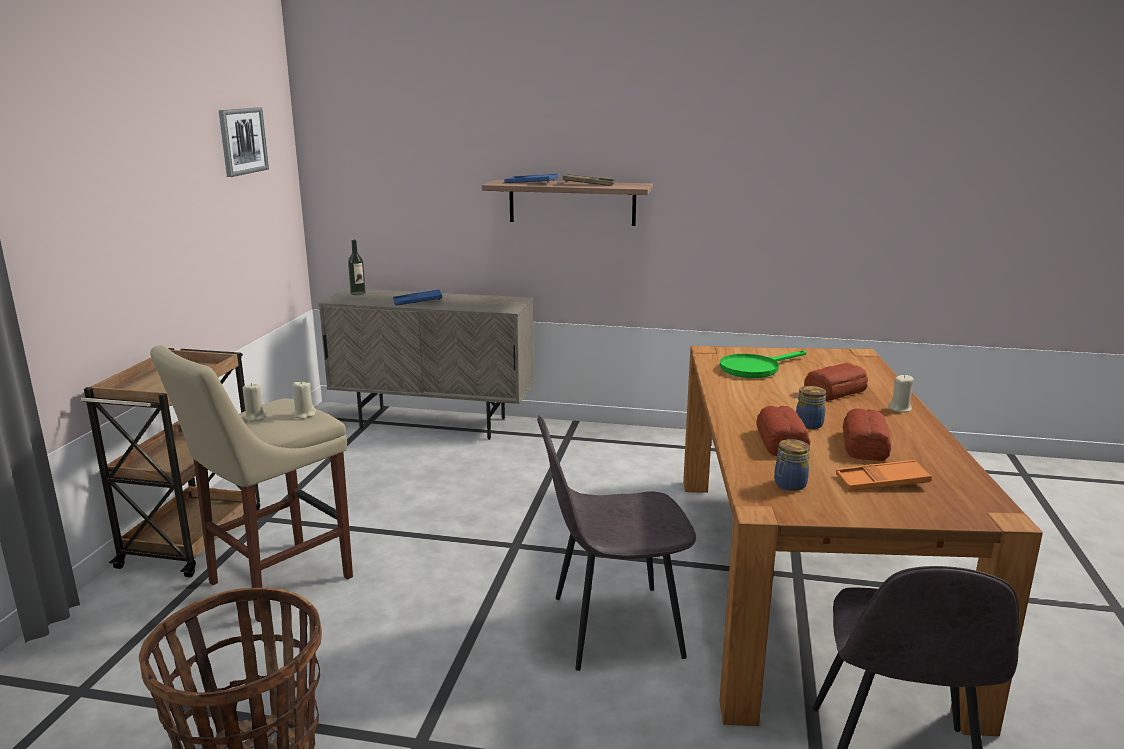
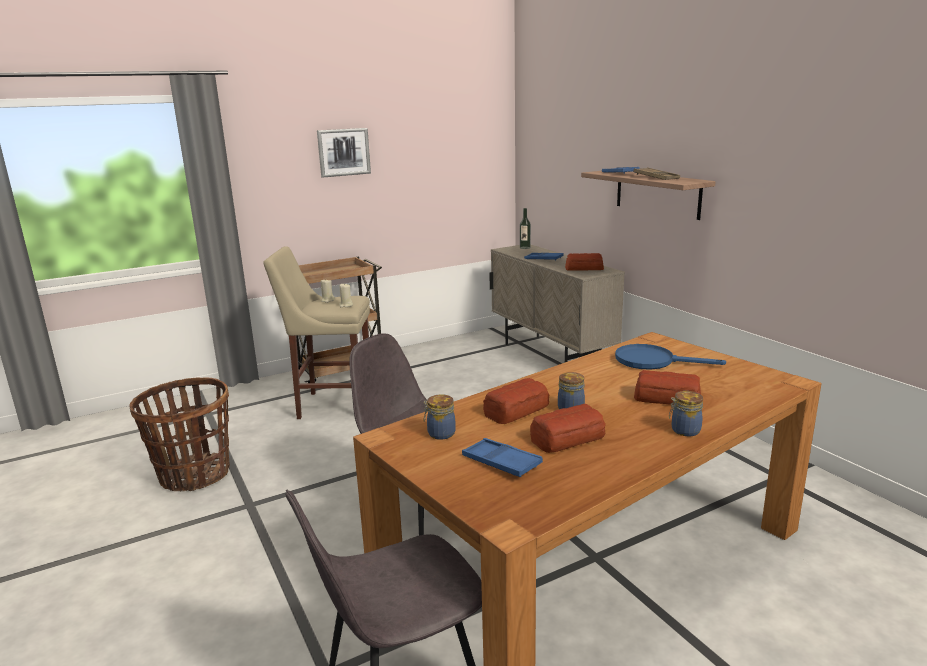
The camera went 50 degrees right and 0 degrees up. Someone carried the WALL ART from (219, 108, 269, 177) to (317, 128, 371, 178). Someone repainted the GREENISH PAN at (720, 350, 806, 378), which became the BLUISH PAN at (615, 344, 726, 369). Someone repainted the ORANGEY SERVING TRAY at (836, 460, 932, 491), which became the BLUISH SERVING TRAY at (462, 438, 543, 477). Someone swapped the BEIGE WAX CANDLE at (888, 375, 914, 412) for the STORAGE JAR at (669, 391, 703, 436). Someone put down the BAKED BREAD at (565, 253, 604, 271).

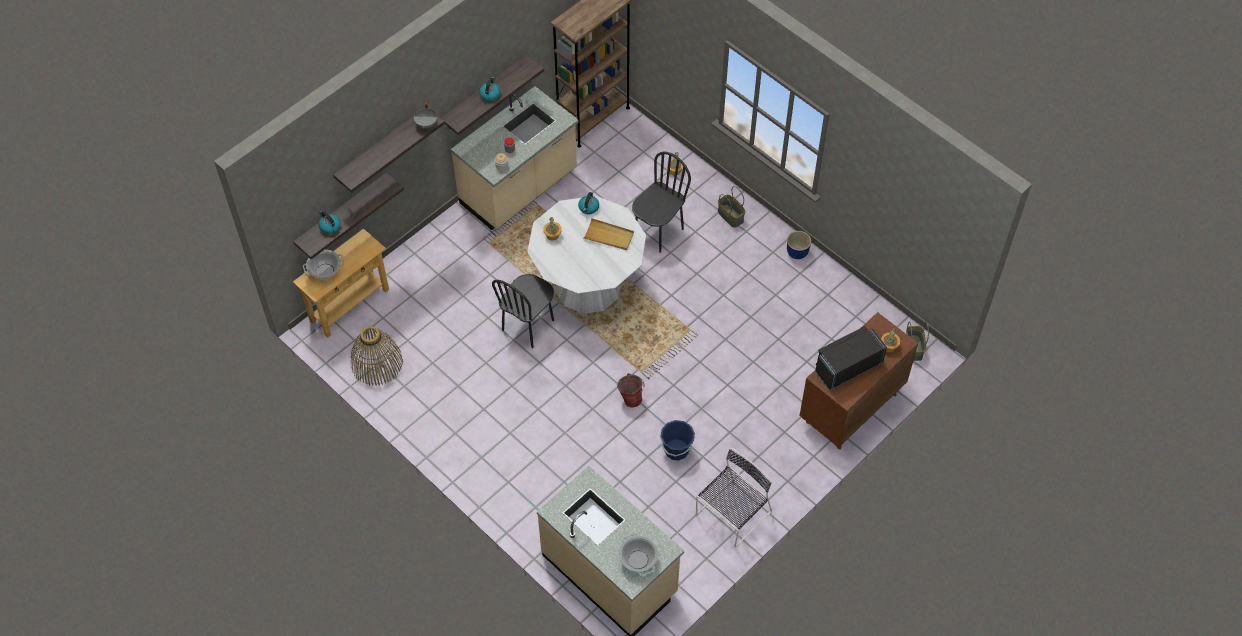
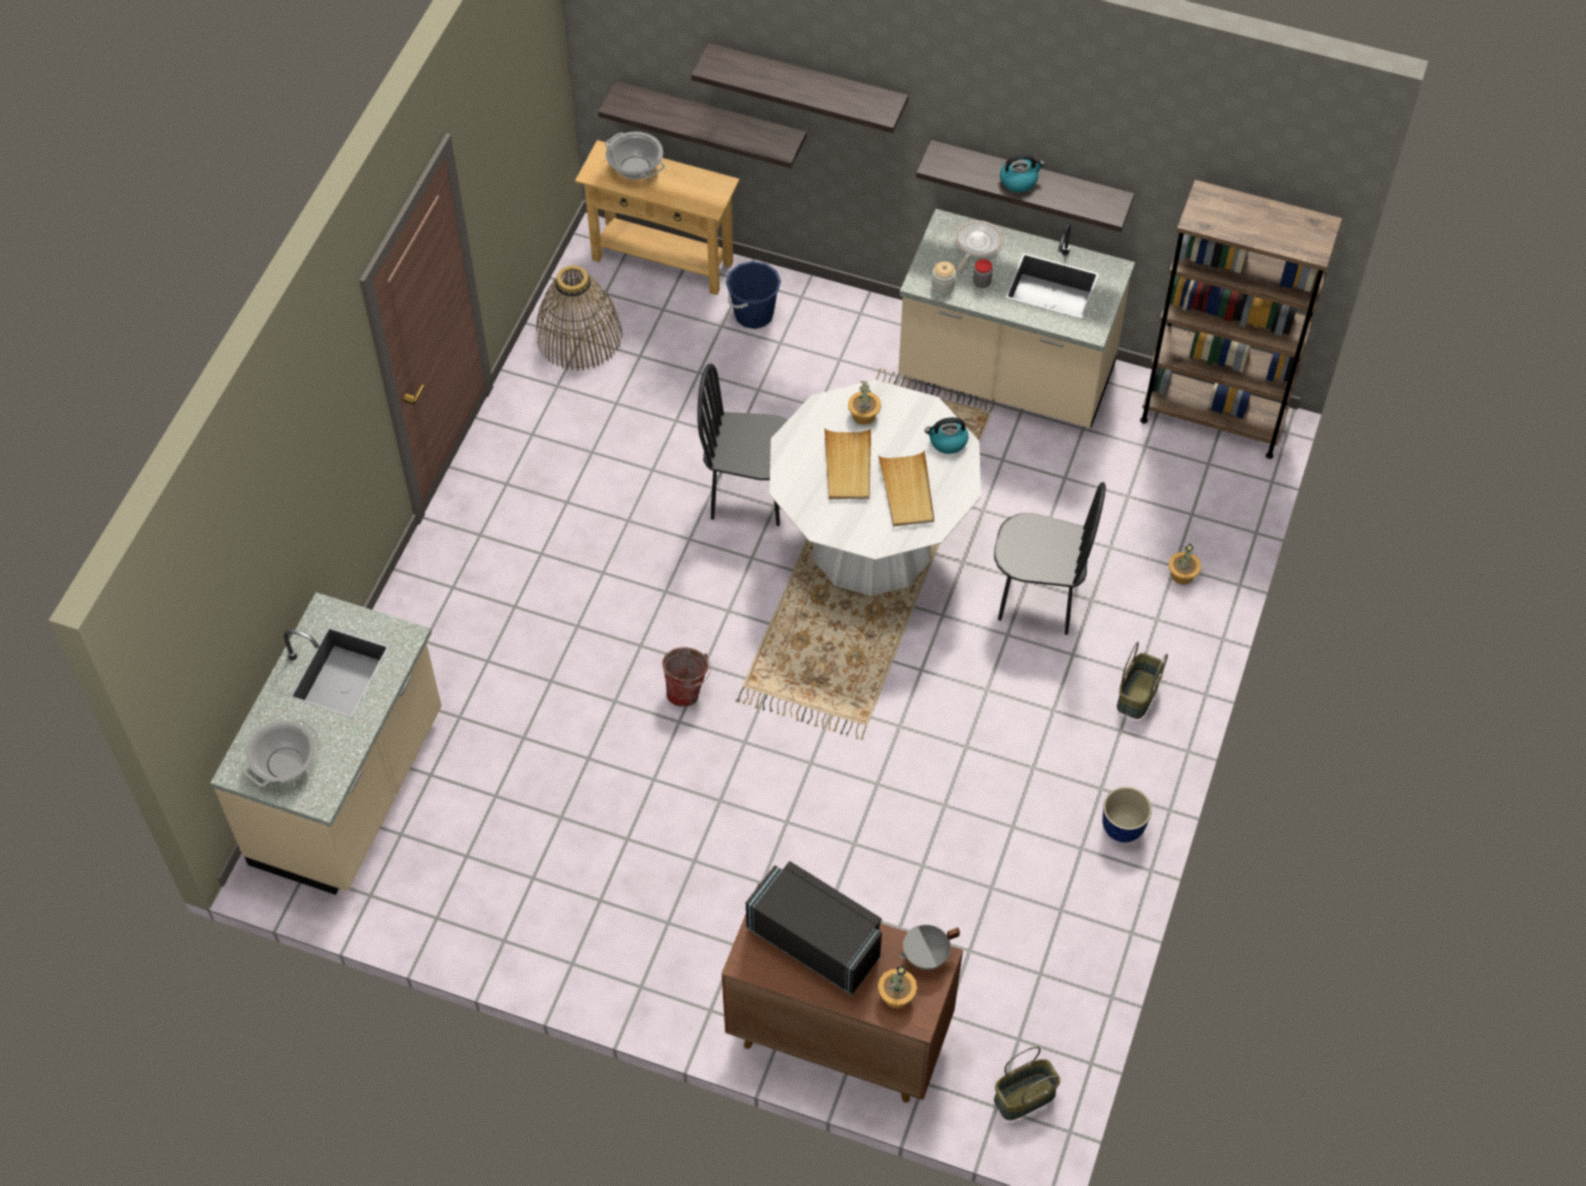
The camera went 65 degrees right and 0 degrees up. Someone took away the TEA KETTLE at (319, 211, 341, 234). Someone carried the GRAY STOCKPOT from (414, 100, 437, 129) to (899, 925, 960, 970). Someone carried the BLUISH PAIL from (660, 420, 695, 461) to (726, 261, 781, 329). Someone took away the BLACK-COLOURED CHAIR at (696, 448, 772, 547). Someone put down the BEIGE SERVING TRAY at (824, 428, 871, 499). Someone put down the PAN at (956, 220, 1002, 270).

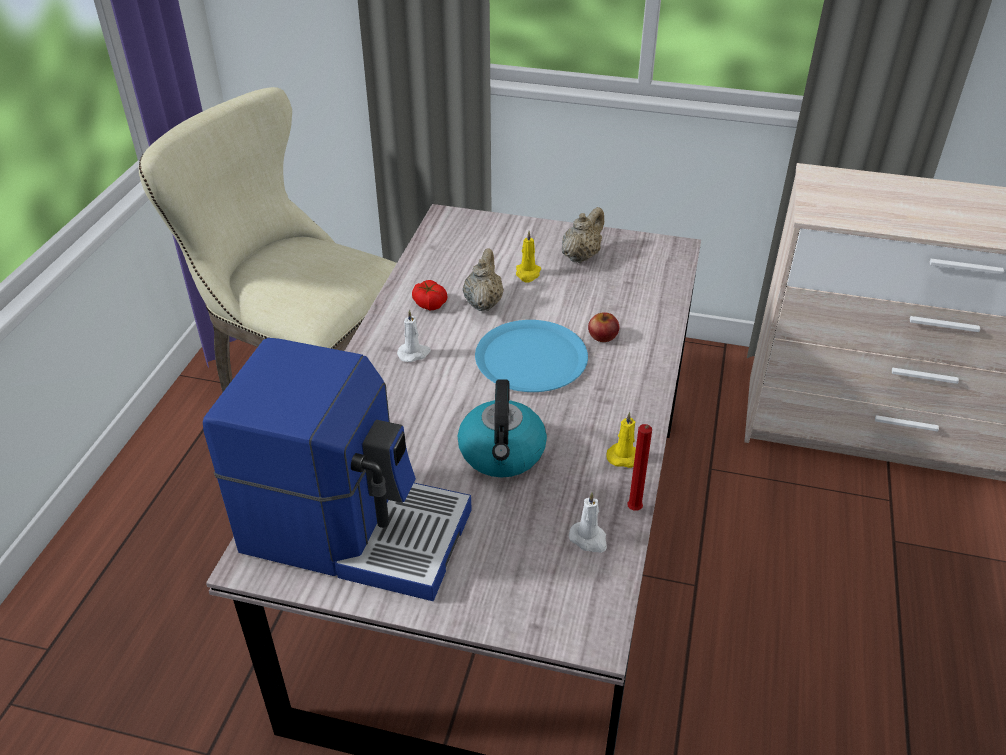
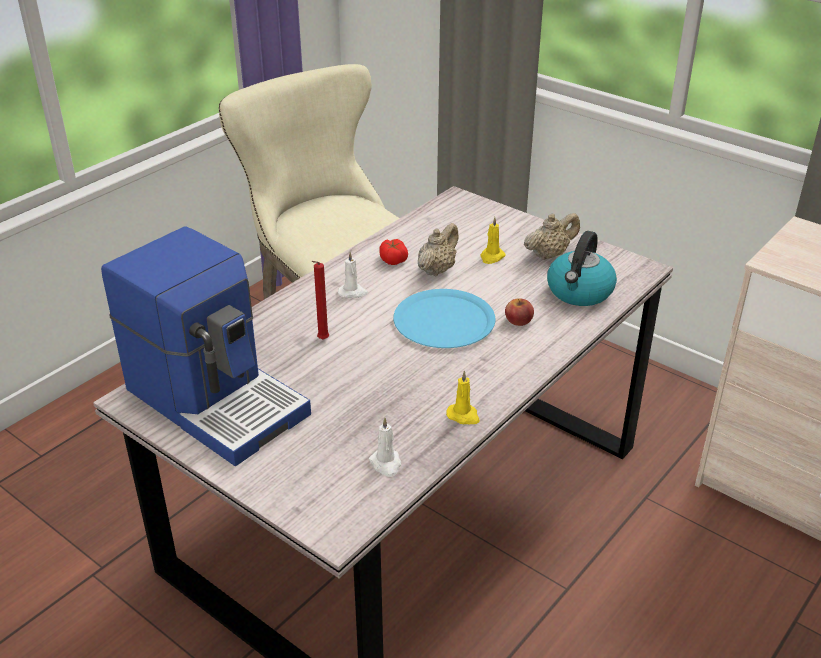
The camera went 25 degrees right and 5 degrees down. Someone carried the TEA KETTLE from (458, 379, 547, 477) to (547, 231, 617, 306). Someone carried the RED WAX CANDLE from (627, 424, 652, 511) to (311, 261, 329, 340).

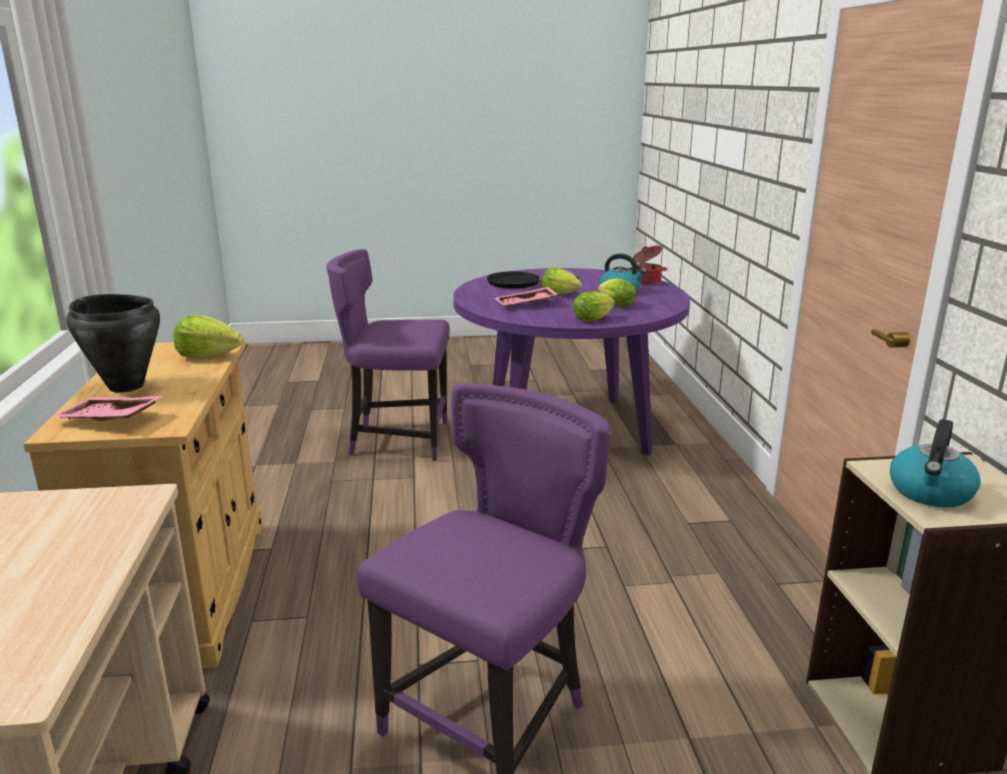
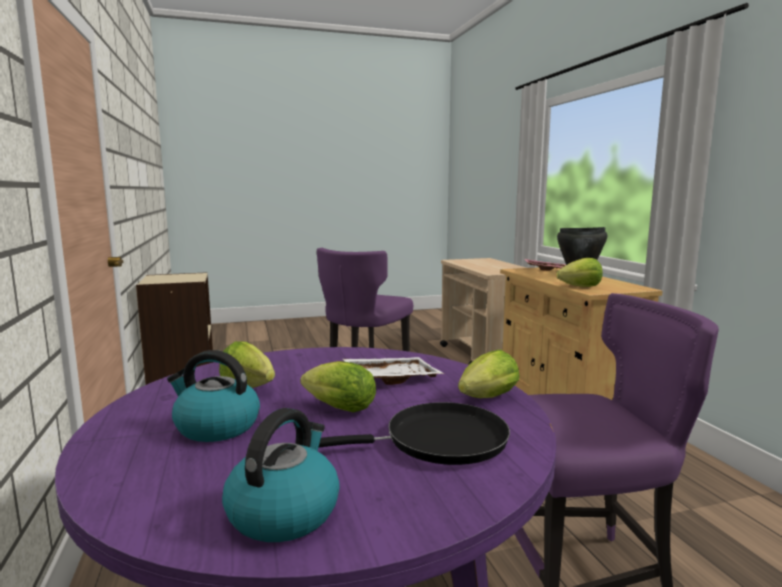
The camera went 170 degrees right and 10 degrees down. Someone repainted the PINK-COLOURED SERVING TRAY at (495, 287, 558, 306), which became the WHITE SERVING TRAY at (343, 357, 444, 385). Someone carried the LETTUCE from (573, 291, 615, 321) to (458, 350, 519, 398). Someone took away the STOCKPOT at (628, 245, 667, 285). Someone carried the TEA KETTLE from (890, 419, 981, 507) to (222, 408, 340, 542).

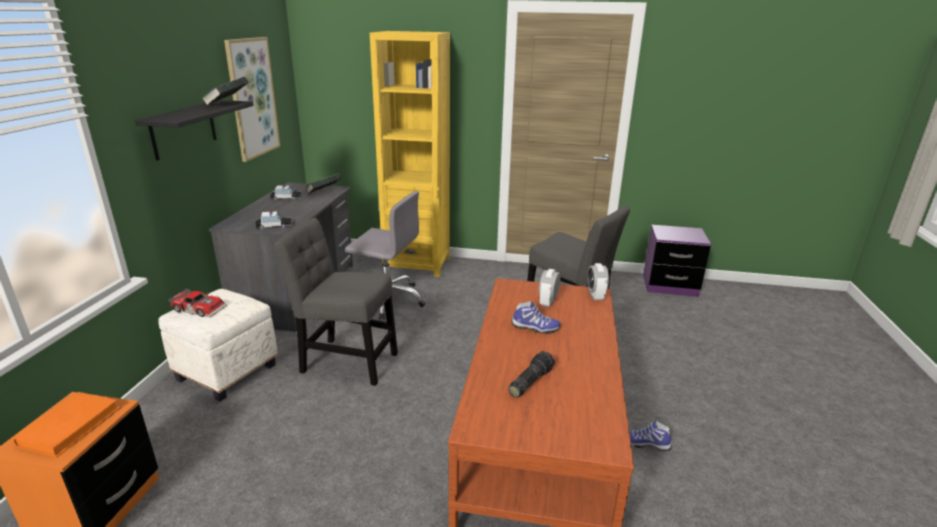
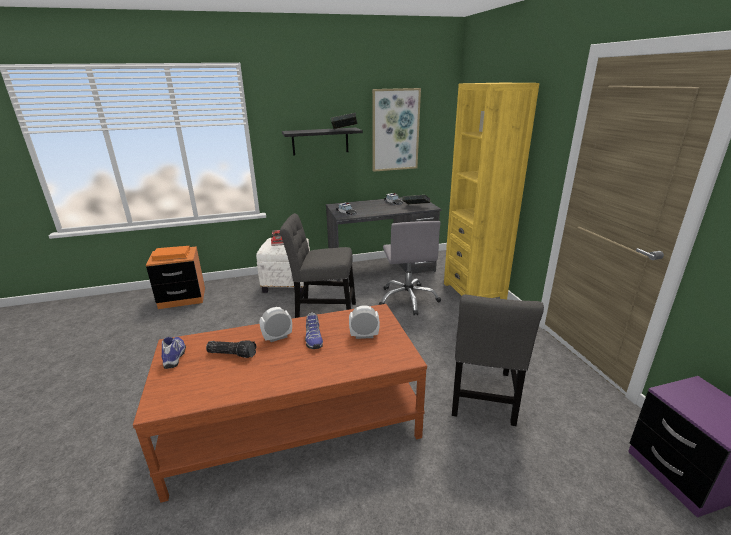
The camera went 65 degrees right and 0 degrees up. Someone rotated the GRAY CHAIR at (274, 218, 398, 386) by 75 degrees counterclockwise. Someone carried the BEDSIDE CLOCK from (587, 263, 609, 300) to (260, 307, 292, 342). Someone carried the SHOE from (629, 421, 672, 451) to (162, 337, 186, 369).

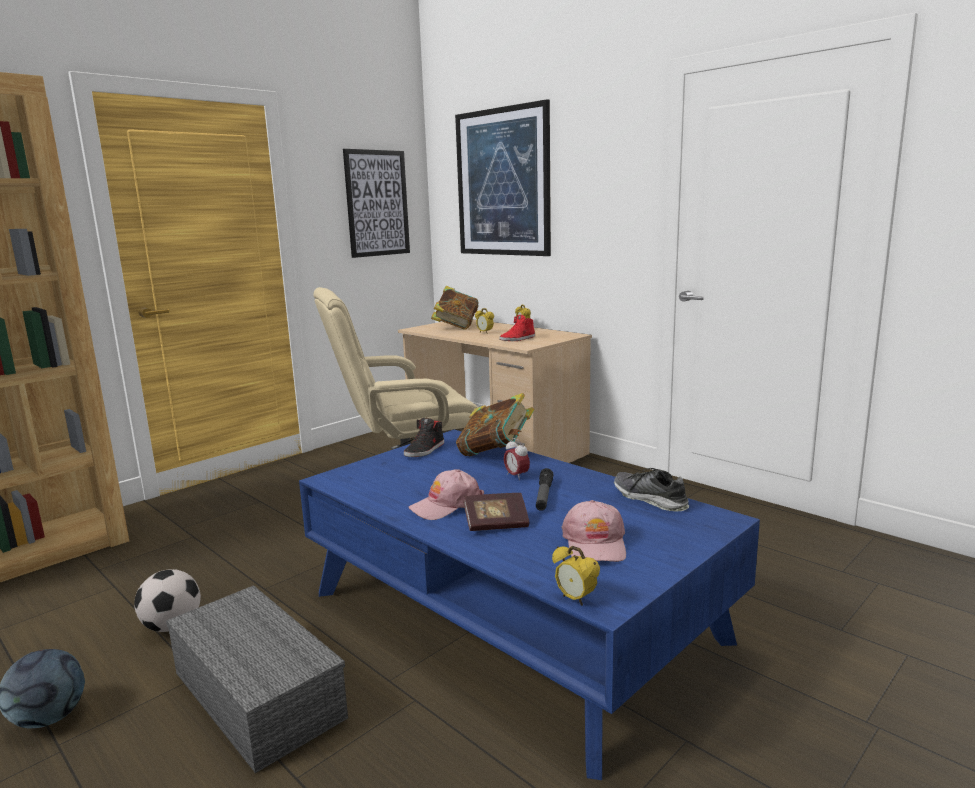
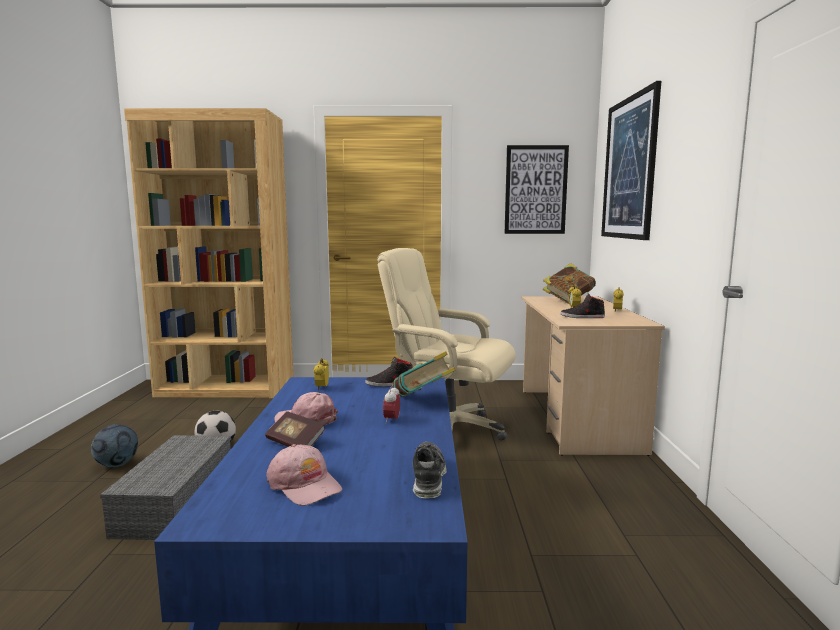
The camera went 45 degrees right and 5 degrees down. Someone repainted the RED SHOE at (499, 315, 535, 341), which became the BLACK-COLOURED SHOE at (560, 294, 605, 318). Someone took away the TORCH at (536, 468, 553, 511). Someone carried the BEDSIDE CLOCK from (552, 546, 600, 605) to (313, 358, 329, 390). Someone rotated the PINK-COLOURED CAP at (561, 500, 626, 562) by 90 degrees counterclockwise.

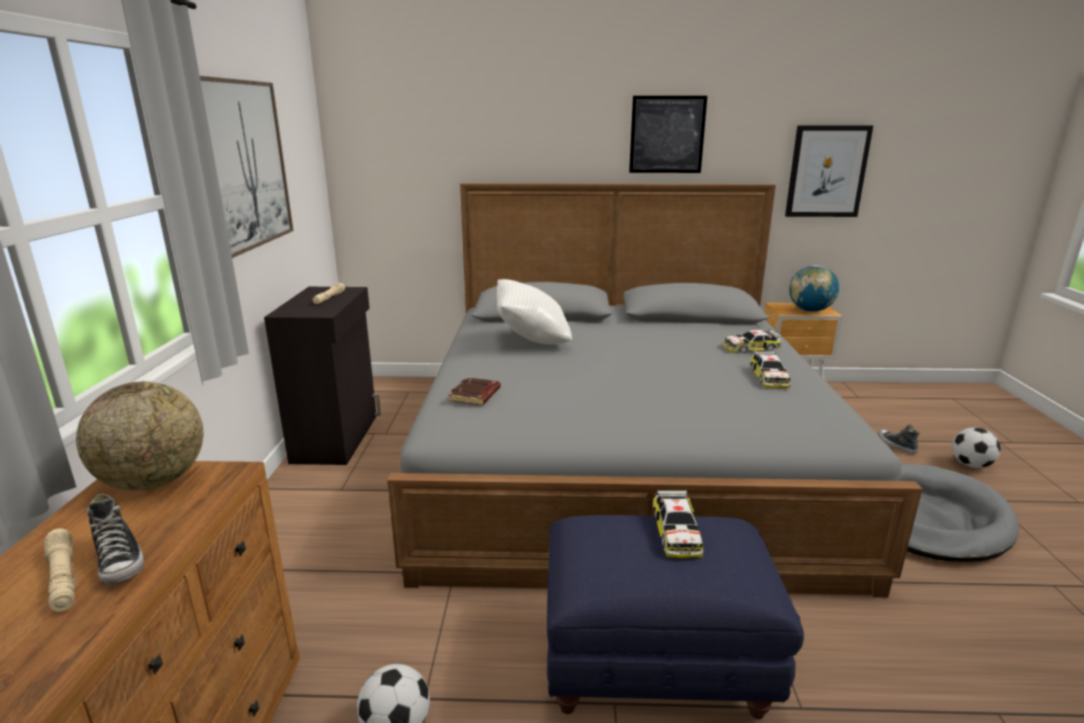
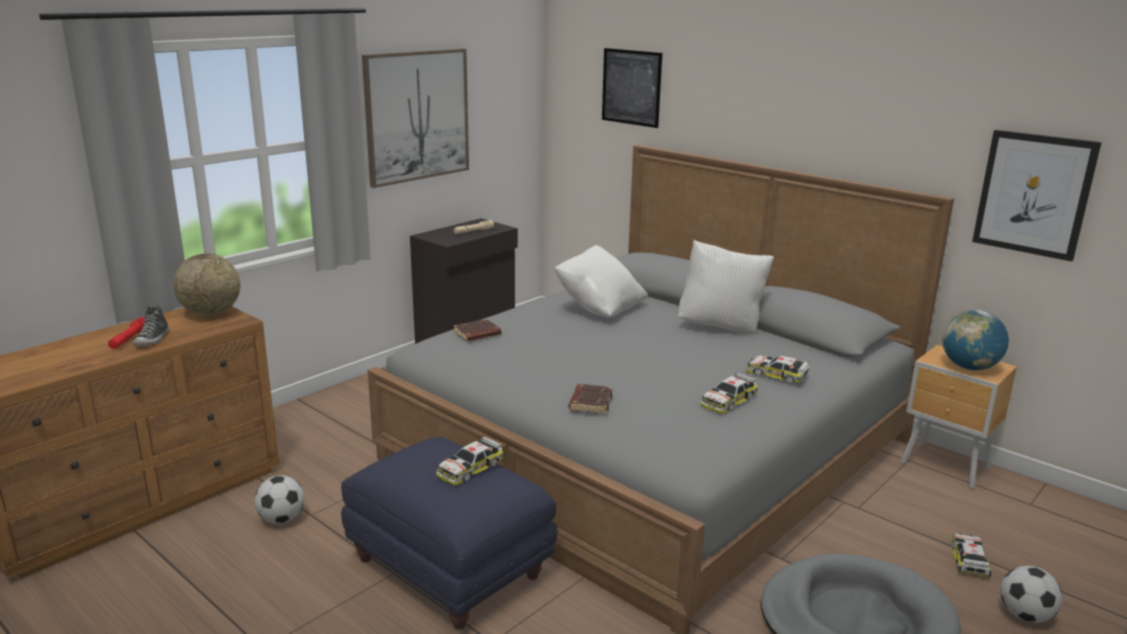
The camera went 40 degrees right and 0 degrees up. Someone repainted the BEIGE TORCH at (44, 528, 76, 612), which became the RED TORCH at (108, 317, 145, 349). Someone carried the WALL ART from (629, 96, 707, 173) to (602, 48, 662, 128). Someone swapped the SHOE at (878, 425, 919, 454) for the TOY CAR at (951, 533, 991, 577). Someone put down the BROWN-COLOURED VOLUME at (569, 384, 613, 414). Someone put down the WHITE THROW PILLOW at (678, 240, 774, 333).

